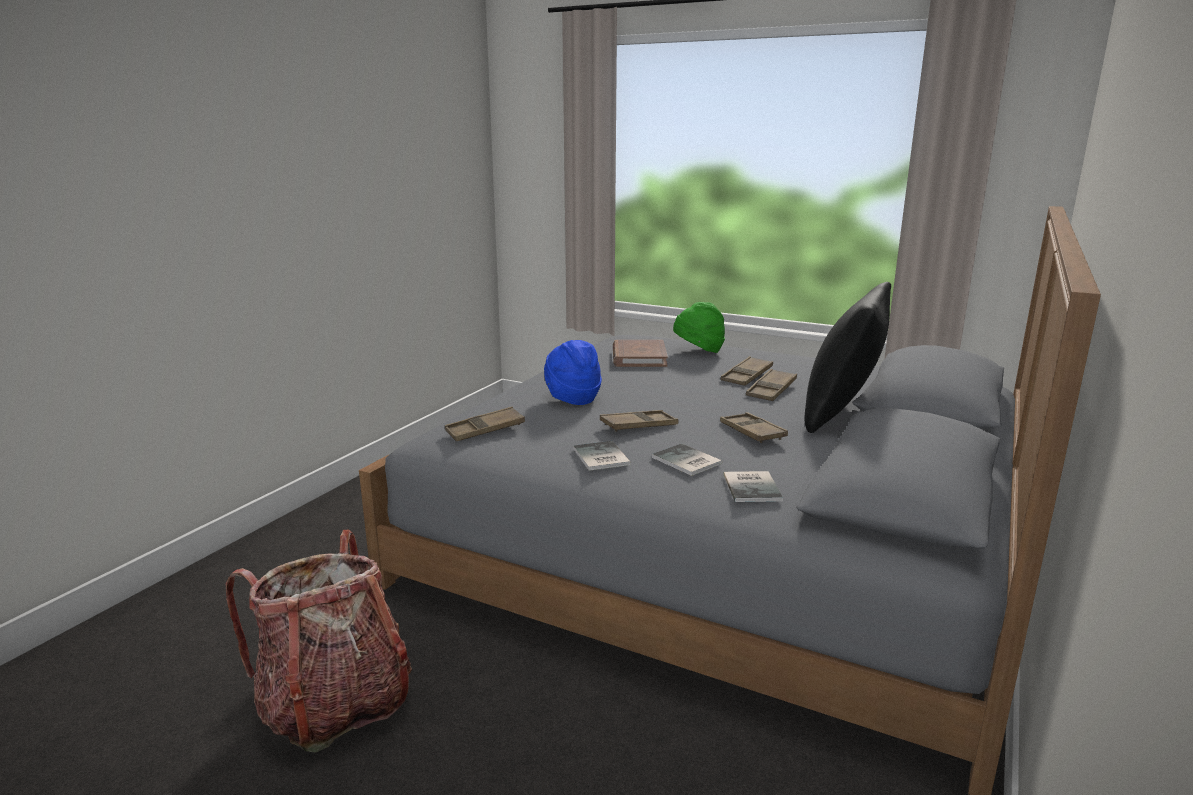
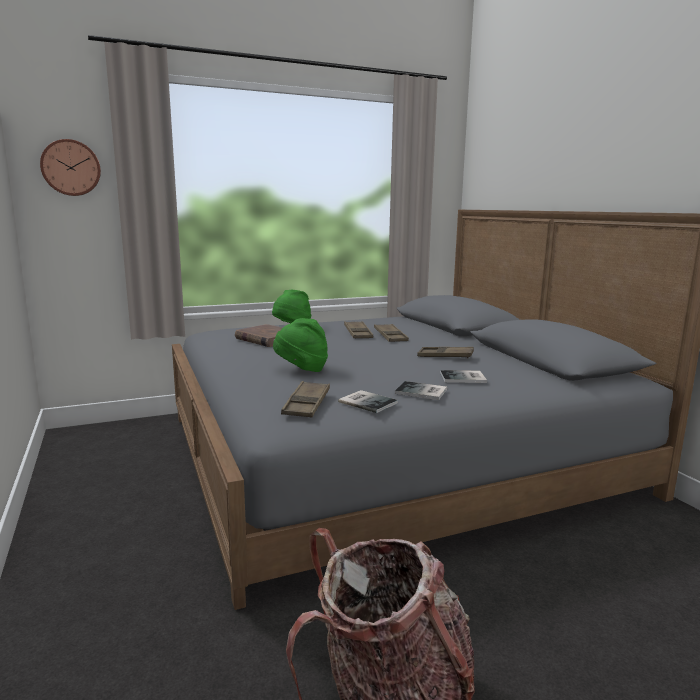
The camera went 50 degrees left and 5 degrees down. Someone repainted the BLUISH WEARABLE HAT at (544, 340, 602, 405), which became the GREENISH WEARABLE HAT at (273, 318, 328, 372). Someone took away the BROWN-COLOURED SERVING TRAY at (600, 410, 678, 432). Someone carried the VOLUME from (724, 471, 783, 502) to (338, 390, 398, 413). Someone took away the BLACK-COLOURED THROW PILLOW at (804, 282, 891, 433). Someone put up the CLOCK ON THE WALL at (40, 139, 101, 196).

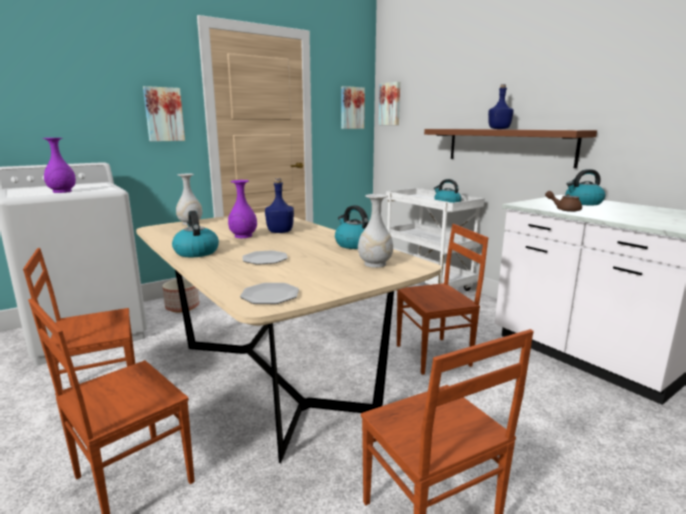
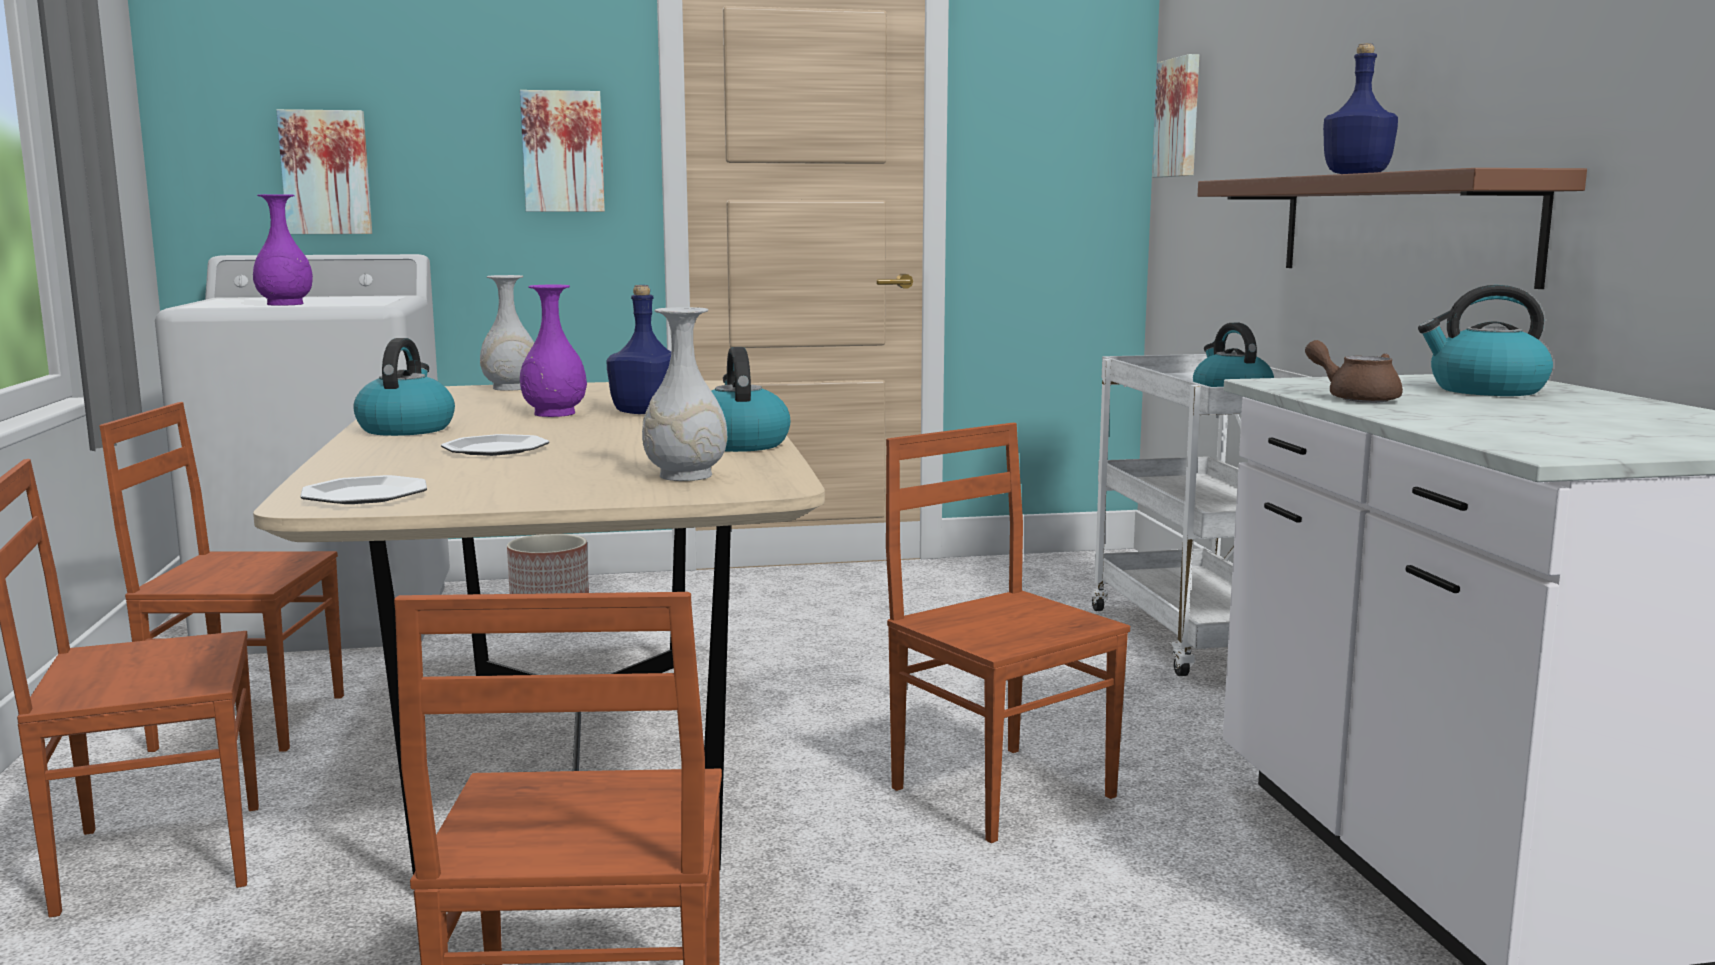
The camera went 25 degrees right and 5 degrees down. Someone carried the WALL ART from (341, 86, 365, 129) to (276, 109, 372, 234). Someone rotated the BROWN-COLOURED CHAIR at (397, 224, 488, 375) by 135 degrees counterclockwise.

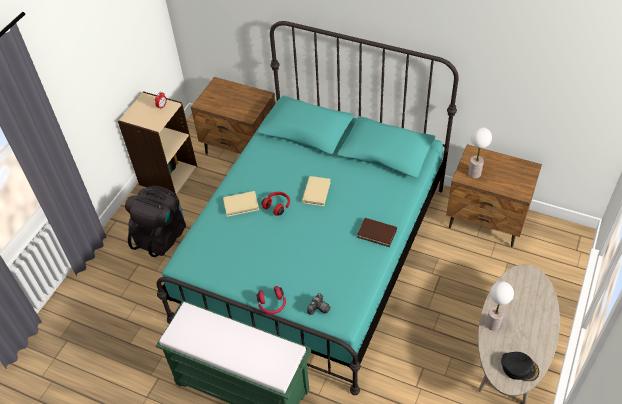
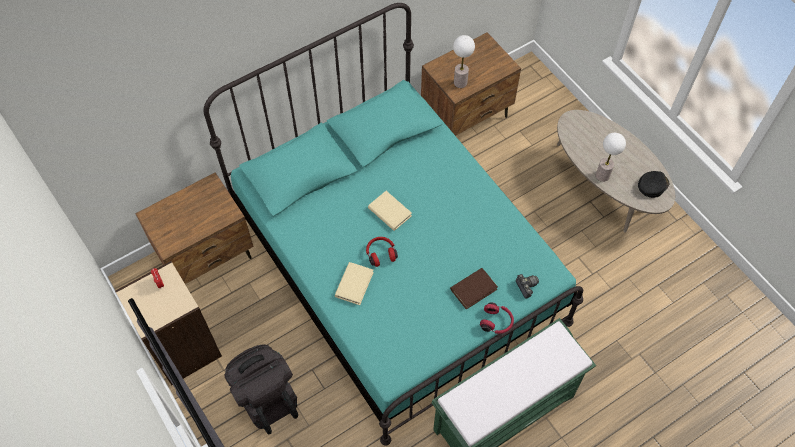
The camera went 60 degrees left and 10 degrees up. Someone carried the BROWN-COLOURED VOLUME from (357, 218, 397, 247) to (450, 268, 498, 310).

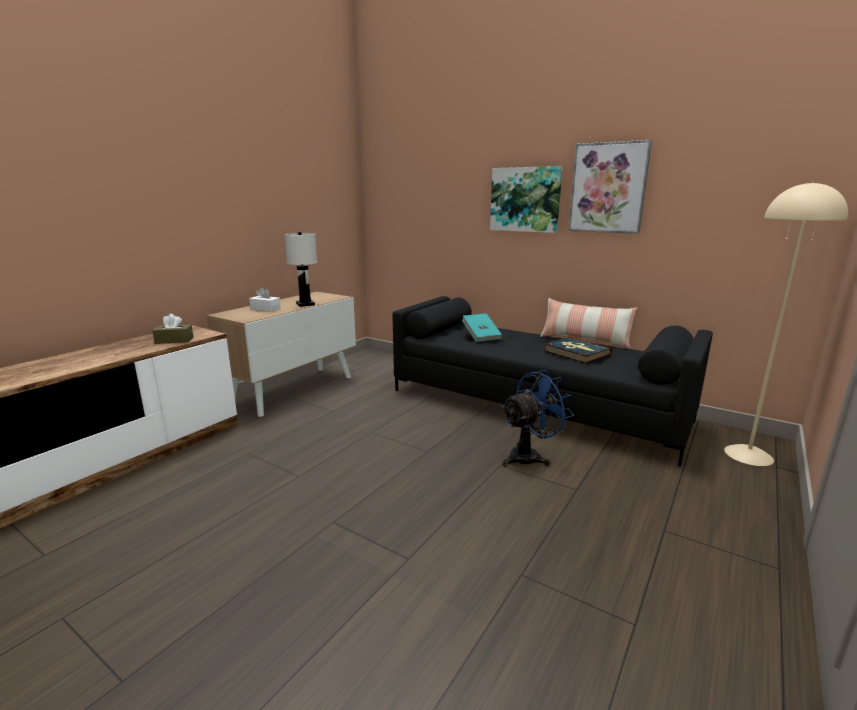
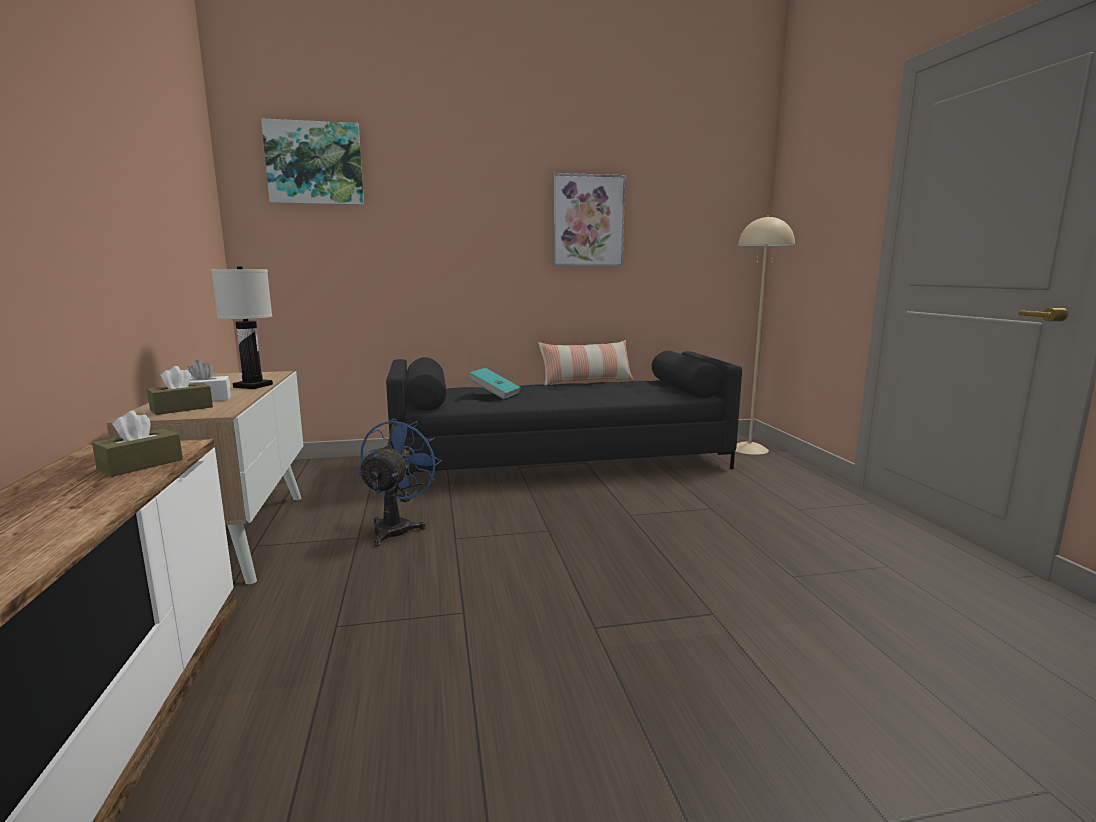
The camera went 45 degrees left and 5 degrees down. Someone carried the WALL ART from (490, 166, 563, 233) to (261, 118, 364, 205). Someone carried the BLUISH ELECTRIC FAN from (501, 370, 574, 467) to (358, 418, 442, 546). Someone took away the VOLUME at (544, 337, 612, 363). Someone put down the BROWN-COLOURED TISSUE BOX at (147, 366, 213, 415).

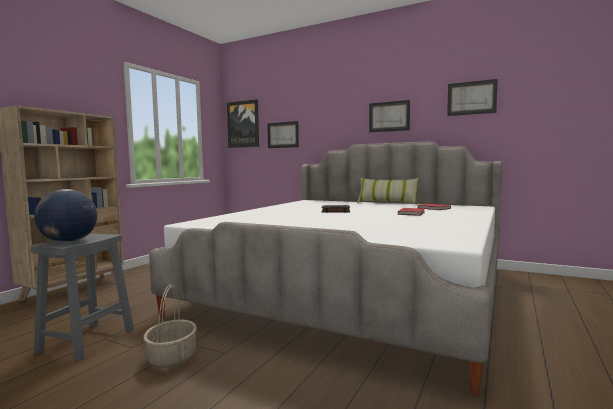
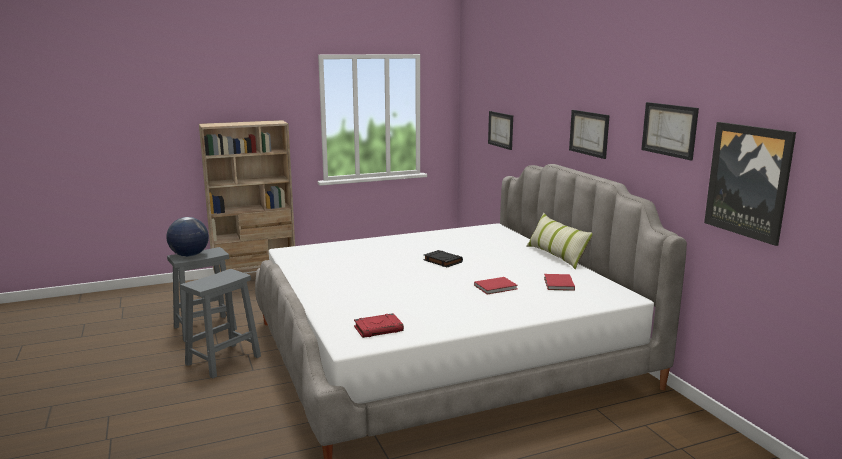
The camera went 40 degrees right and 10 degrees up. Someone swapped the BASKET at (143, 285, 197, 368) for the GRAY STOOL at (180, 269, 261, 378). Someone carried the WALL ART from (227, 99, 259, 148) to (704, 122, 796, 246). Someone put down the RED VOLUME at (354, 313, 404, 338).

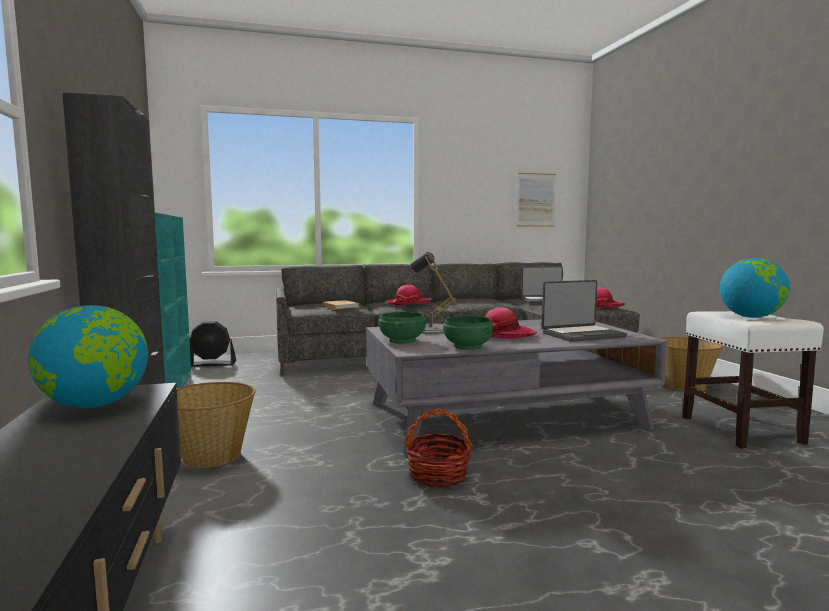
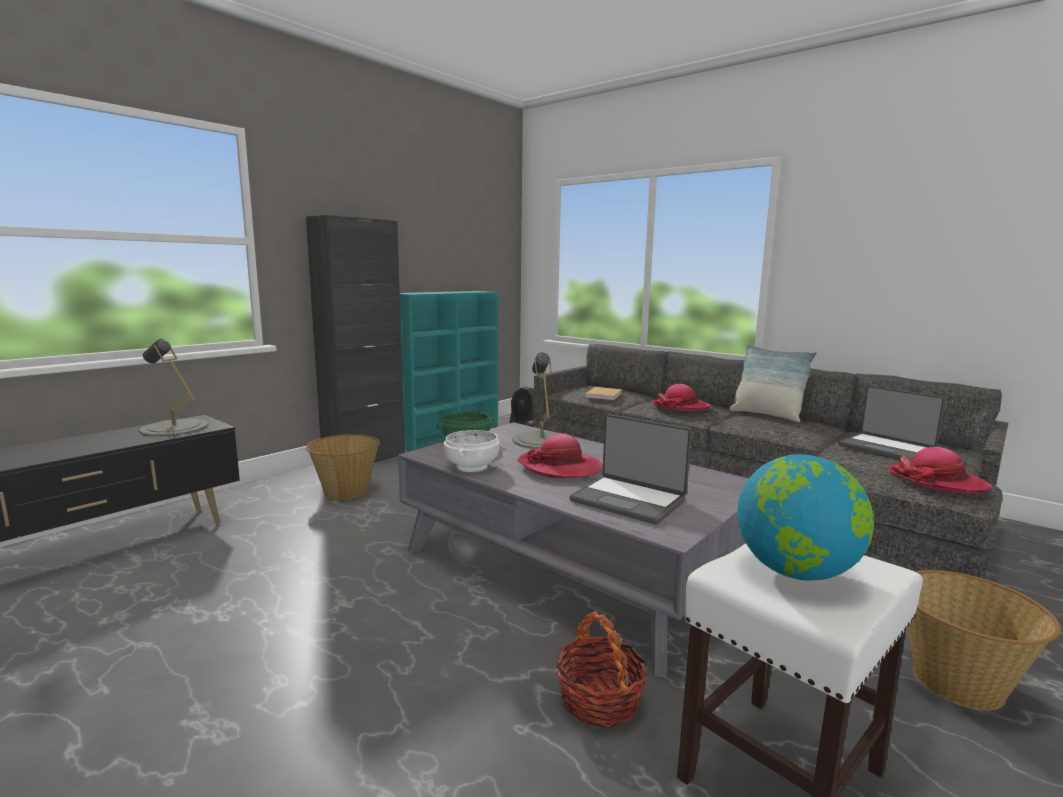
The camera went 55 degrees right and 5 degrees up. Someone swapped the DESK GLOBE at (28, 305, 148, 408) for the GRAY TABLETOP LAMP at (139, 339, 208, 436). Someone carried the BASKET from (405, 408, 473, 487) to (556, 611, 647, 728). Someone repainted the GREENISH BOWL at (443, 316, 493, 350), which became the WHITE BOWL at (444, 430, 500, 472). Someone took away the WALL ART at (516, 173, 556, 227). Someone put down the THROW PILLOW at (729, 344, 817, 422).

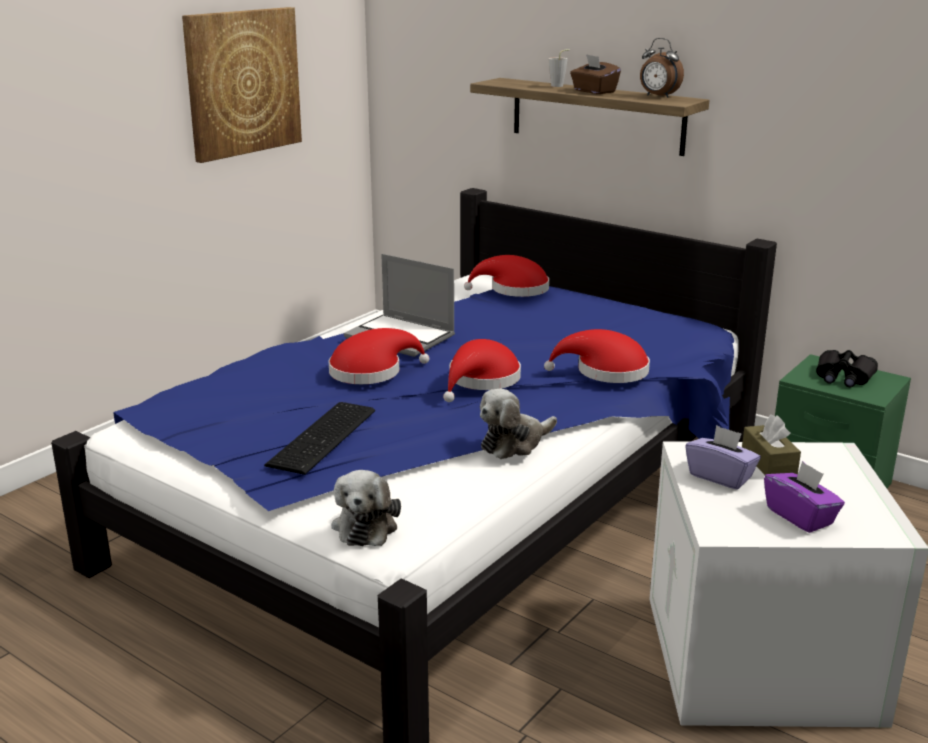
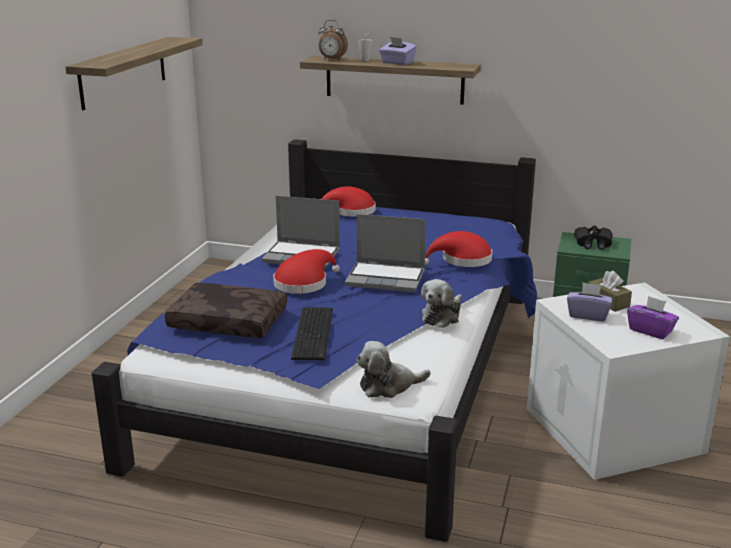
The camera went 20 degrees left and 0 degrees up. Someone swapped the WALL ART at (182, 7, 302, 163) for the BRACKET SHELF at (65, 37, 203, 110). Someone rotated the SOFT TOY at (331, 470, 401, 546) by 90 degrees clockwise. Someone swapped the RED WEARABLE HAT at (443, 339, 521, 402) for the LAPTOP at (345, 214, 426, 292). Someone repainted the BROWN-COLOURED TISSUE BOX at (570, 54, 621, 94), which became the PURPLE TISSUE BOX at (379, 37, 417, 65). Someone carried the BEDSIDE CLOCK from (640, 38, 684, 98) to (318, 20, 348, 60). Someone put down the BROWN-COLOURED THROW PILLOW at (165, 283, 287, 338).

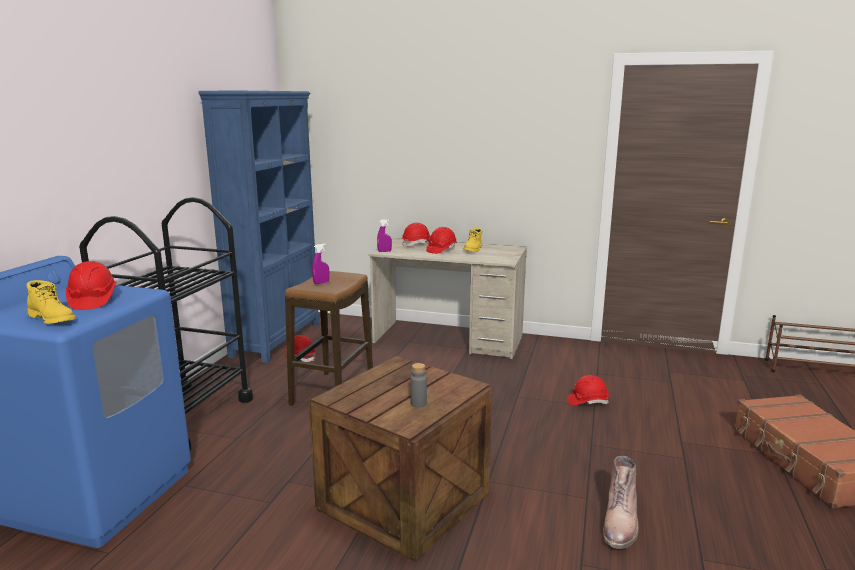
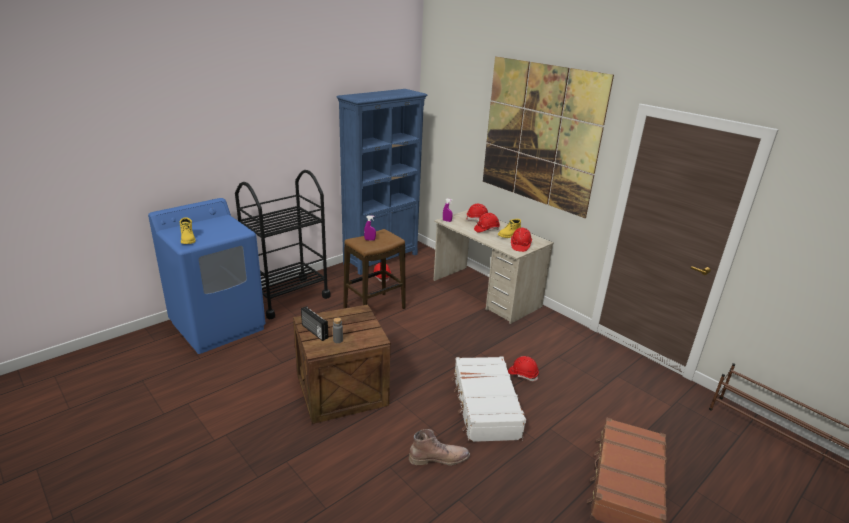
The camera went 30 degrees right and 10 degrees up. Someone carried the RED SAFETY HELMET from (66, 261, 117, 310) to (511, 228, 532, 252). Someone rotated the BROWN-COLOURED HIGH-TOP BOOT at (603, 456, 639, 549) by 150 degrees counterclockwise. Someone put down the RADIO at (301, 306, 328, 341). Someone put down the WHITE TRAVEL CASE at (452, 356, 526, 442). Someone put up the WALL ART at (483, 57, 614, 218).

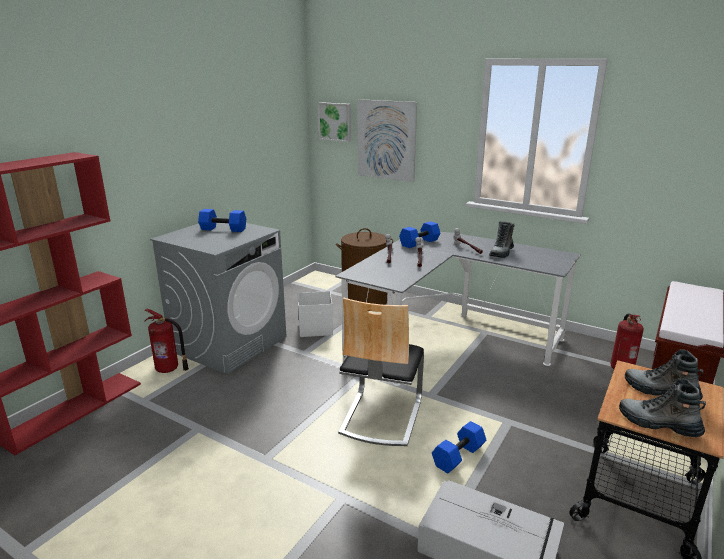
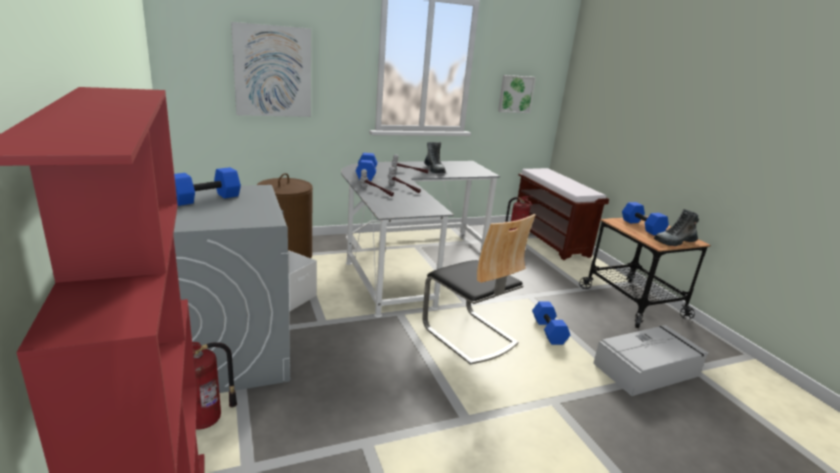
The camera went 55 degrees left and 0 degrees up. Someone carried the WALL ART from (318, 102, 351, 142) to (498, 75, 536, 113). Someone swapped the HIGH-TOP BOOT at (625, 349, 704, 400) for the BLUISH FREE WEIGHT at (622, 202, 669, 235).

